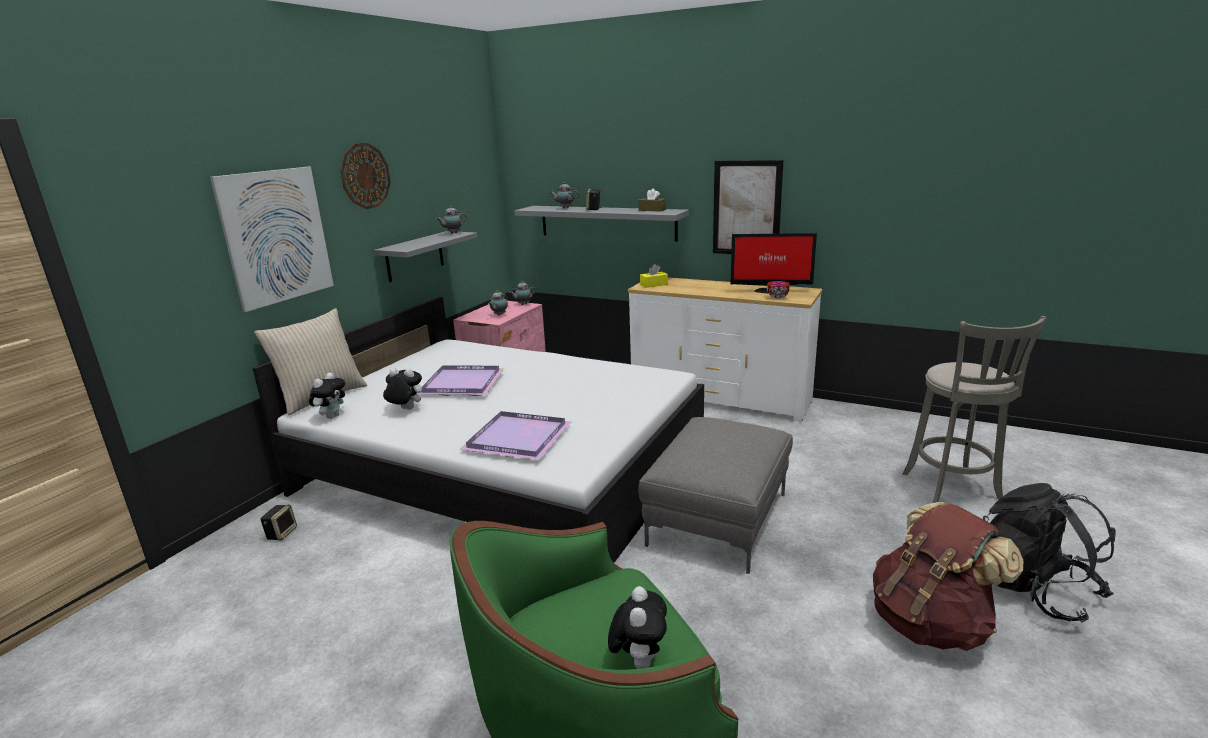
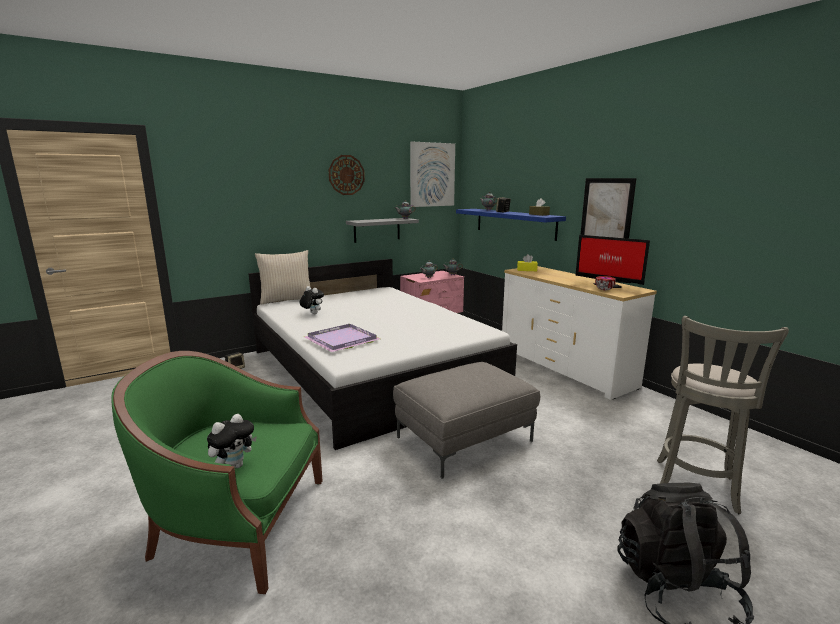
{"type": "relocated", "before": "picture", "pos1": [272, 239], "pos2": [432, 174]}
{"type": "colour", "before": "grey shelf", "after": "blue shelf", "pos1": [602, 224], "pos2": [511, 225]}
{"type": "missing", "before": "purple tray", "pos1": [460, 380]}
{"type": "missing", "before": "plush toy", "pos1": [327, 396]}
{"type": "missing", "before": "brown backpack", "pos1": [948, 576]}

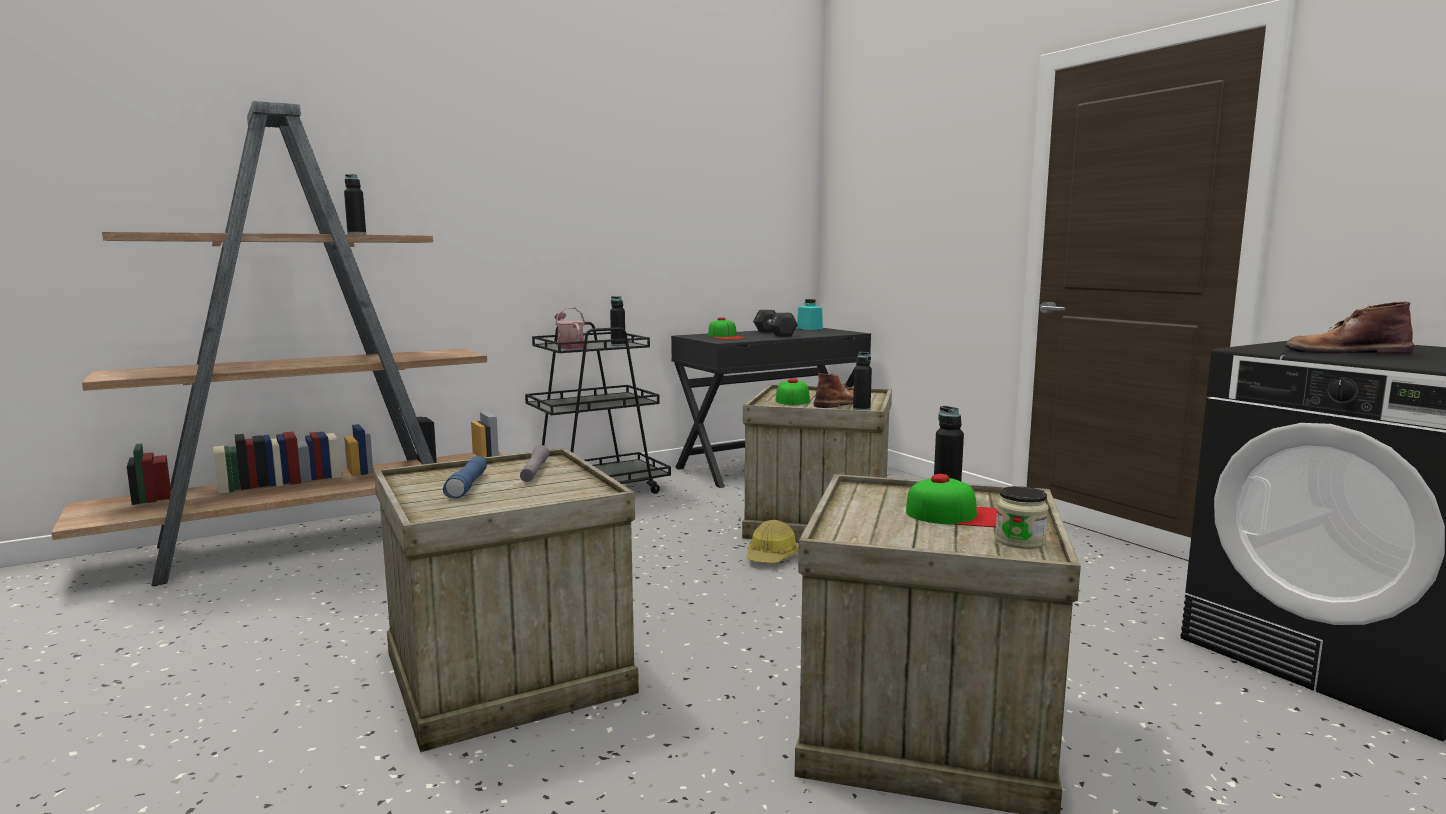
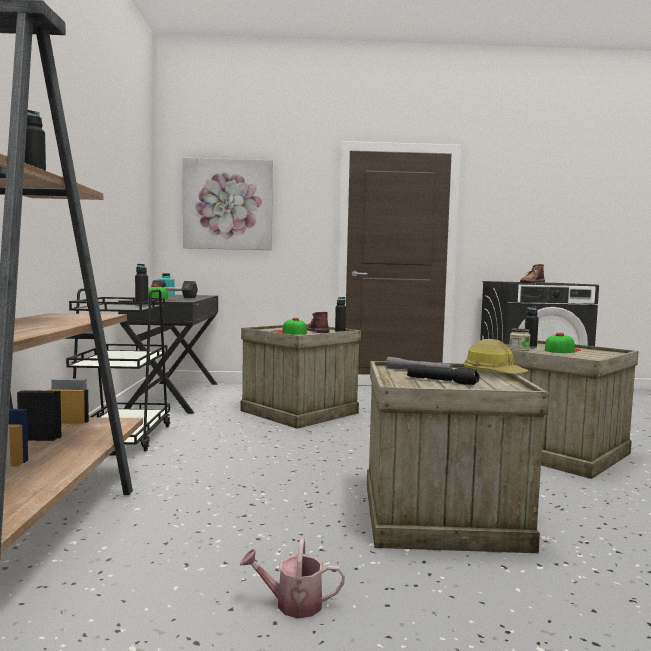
{"type": "relocated", "before": "watering can", "pos1": [569, 328], "pos2": [292, 578]}
{"type": "colour", "before": "blue flashlight", "after": "black flashlight", "pos1": [465, 477], "pos2": [443, 374]}
{"type": "relocated", "before": "jar", "pos1": [1022, 517], "pos2": [520, 339]}
{"type": "relocated", "before": "hard hat", "pos1": [772, 541], "pos2": [495, 356]}
{"type": "appeared", "after": "picture", "pos2": [228, 204]}

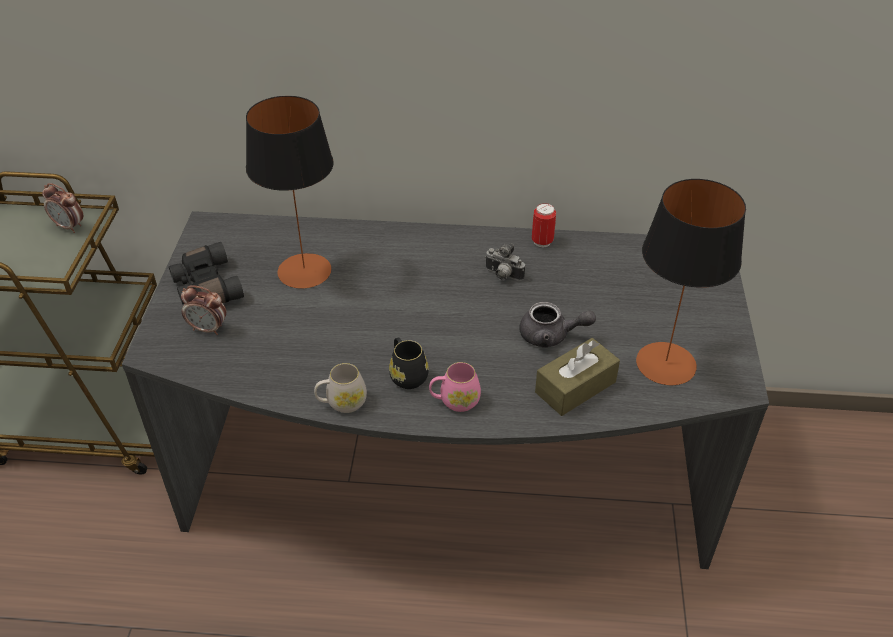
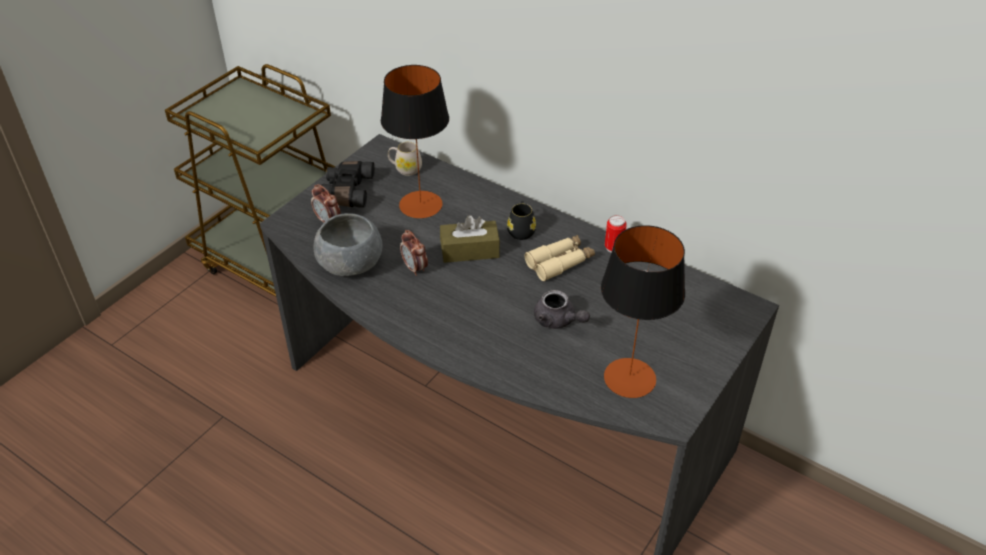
{"type": "relocated", "before": "alarm clock", "pos1": [62, 208], "pos2": [414, 253]}
{"type": "exchanged", "before": "photo camera", "after": "beige binoculars", "pos1": [505, 262], "pos2": [560, 258]}
{"type": "relocated", "before": "black mug", "pos1": [409, 363], "pos2": [521, 220]}
{"type": "relocated", "before": "brown tissue box", "pos1": [577, 377], "pos2": [470, 239]}
{"type": "missing", "before": "pink mug", "pos1": [455, 387]}
{"type": "relocated", "before": "white mug", "pos1": [340, 388], "pos2": [405, 159]}
{"type": "appeared", "after": "grey bowl", "pos2": [348, 244]}

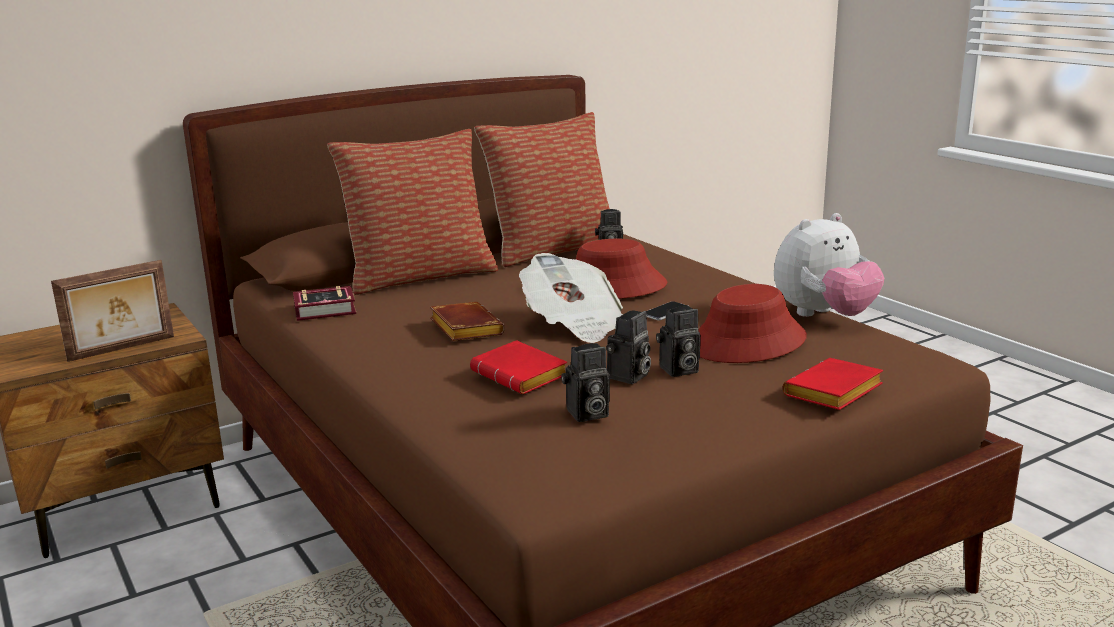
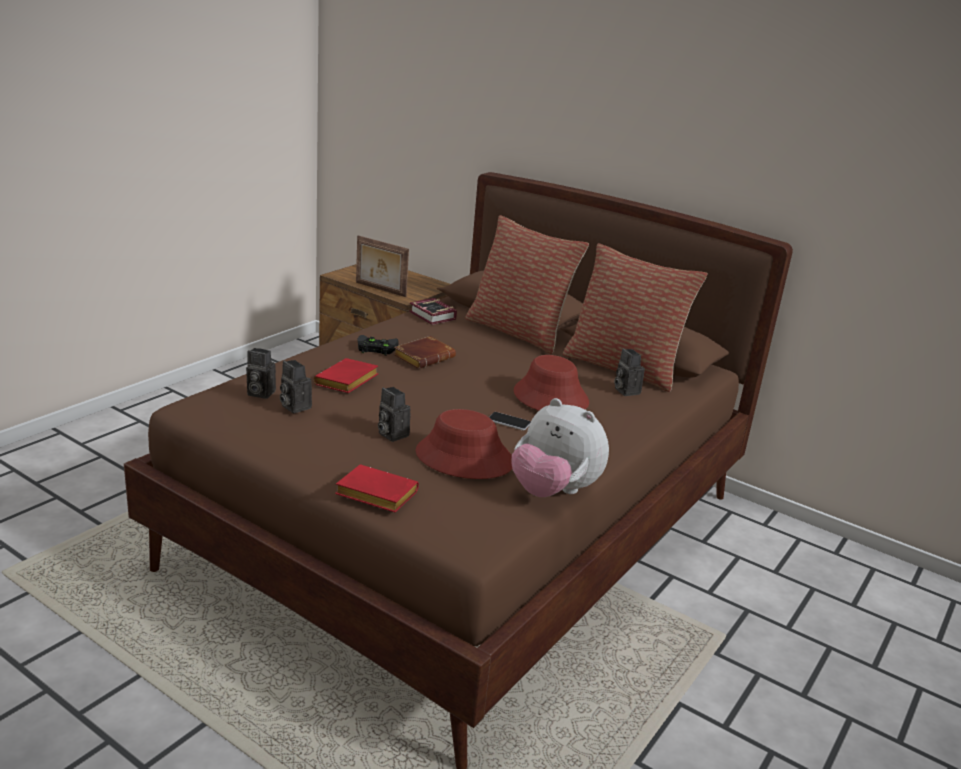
{"type": "missing", "before": "newspaper", "pos1": [571, 298]}
{"type": "relocated", "before": "photo camera", "pos1": [628, 347], "pos2": [261, 373]}
{"type": "appeared", "after": "black game controller", "pos2": [377, 345]}

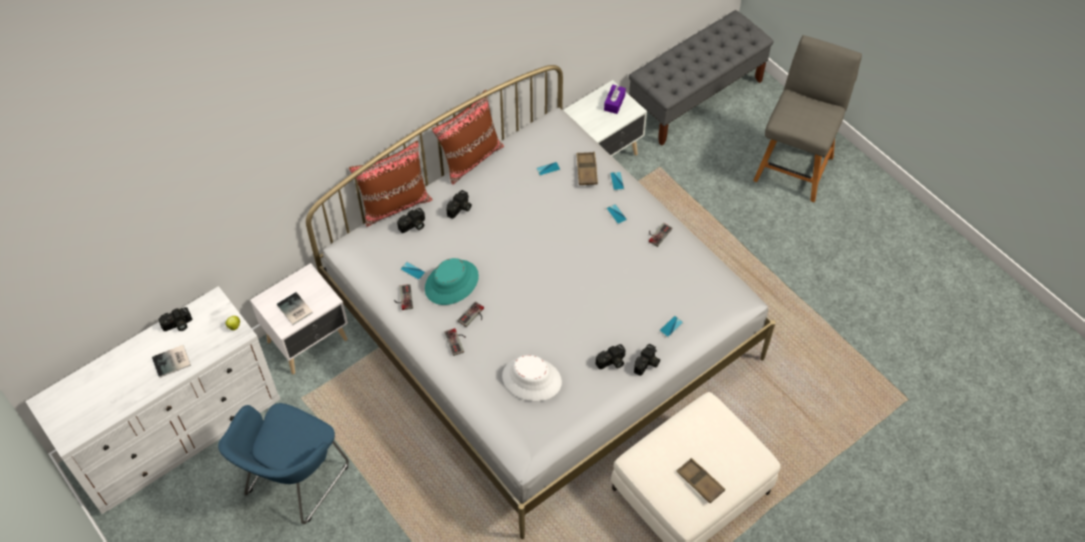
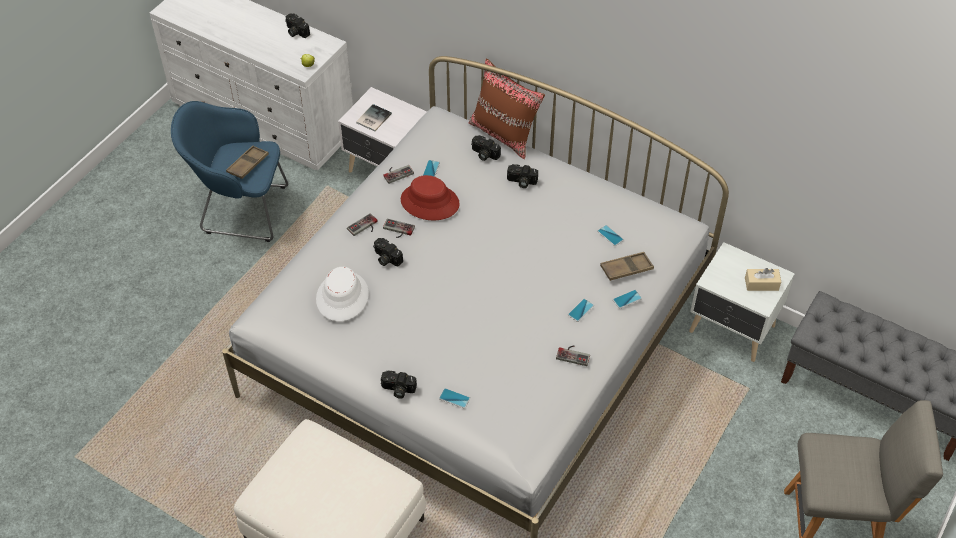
{"type": "colour", "before": "purple tissue box", "after": "beige tissue box", "pos1": [615, 99], "pos2": [763, 279]}
{"type": "missing", "before": "brown pillow", "pos1": [468, 137]}
{"type": "colour", "before": "turquoise hat", "after": "red hat", "pos1": [452, 281], "pos2": [430, 197]}
{"type": "relocated", "before": "photo camera", "pos1": [611, 356], "pos2": [388, 252]}
{"type": "missing", "before": "book", "pos1": [171, 361]}
{"type": "relocated", "before": "brown tray", "pos1": [701, 480], "pos2": [247, 162]}

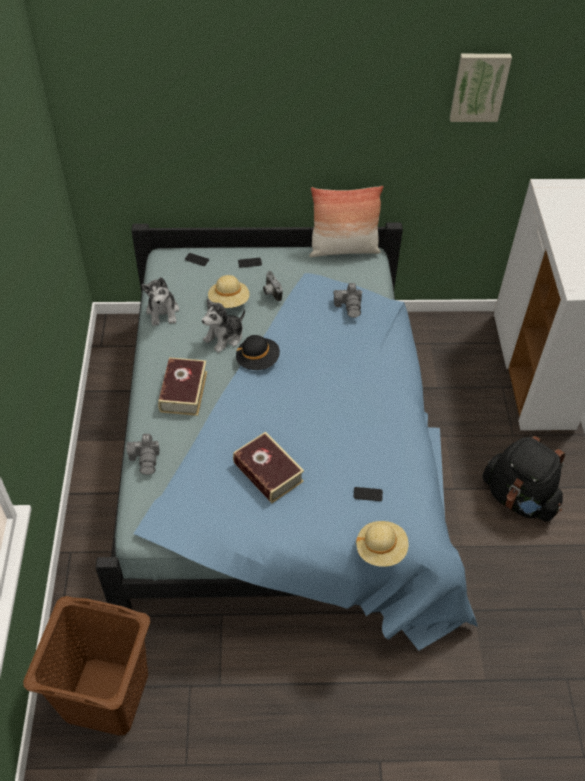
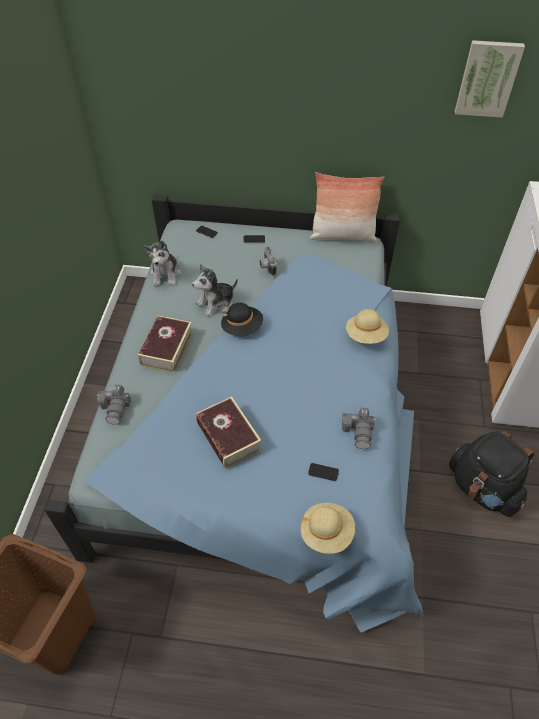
{"type": "relocated", "before": "beige hat", "pos1": [229, 291], "pos2": [367, 326]}
{"type": "relocated", "before": "photo camera", "pos1": [348, 300], "pos2": [359, 428]}

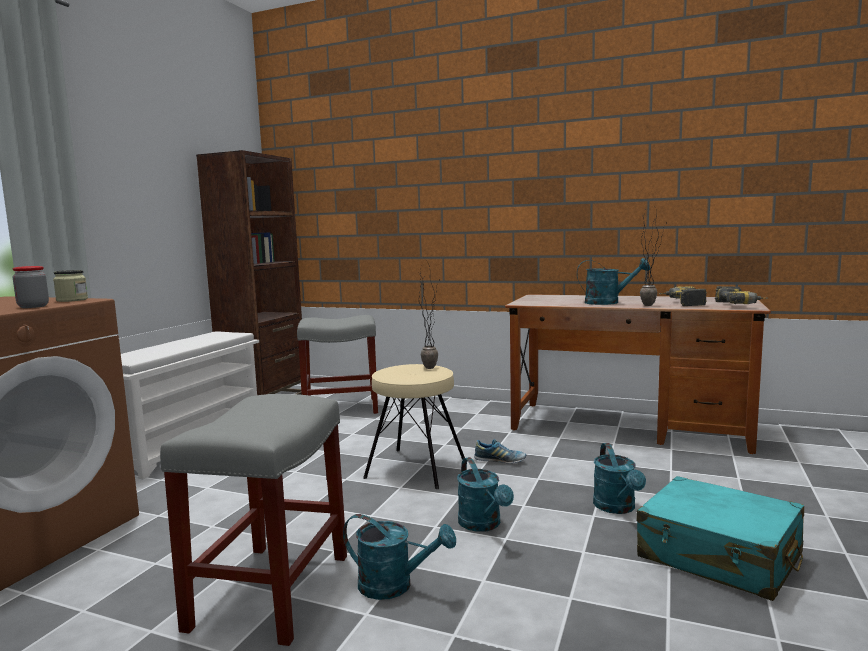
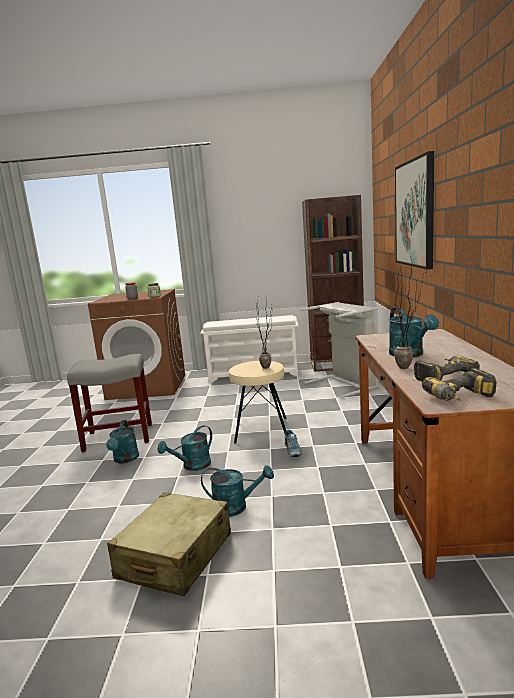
{"type": "exchanged", "before": "grey stool", "after": "grey laundry basket", "pos1": [337, 364], "pos2": [339, 350]}
{"type": "spun", "before": "turquoise watering can", "pos1": [619, 478], "pos2": [237, 491], "turn": -150}
{"type": "colour", "before": "turquoise suitcase", "after": "beige suitcase", "pos1": [720, 538], "pos2": [169, 544]}
{"type": "appeared", "after": "picture", "pos2": [414, 210]}

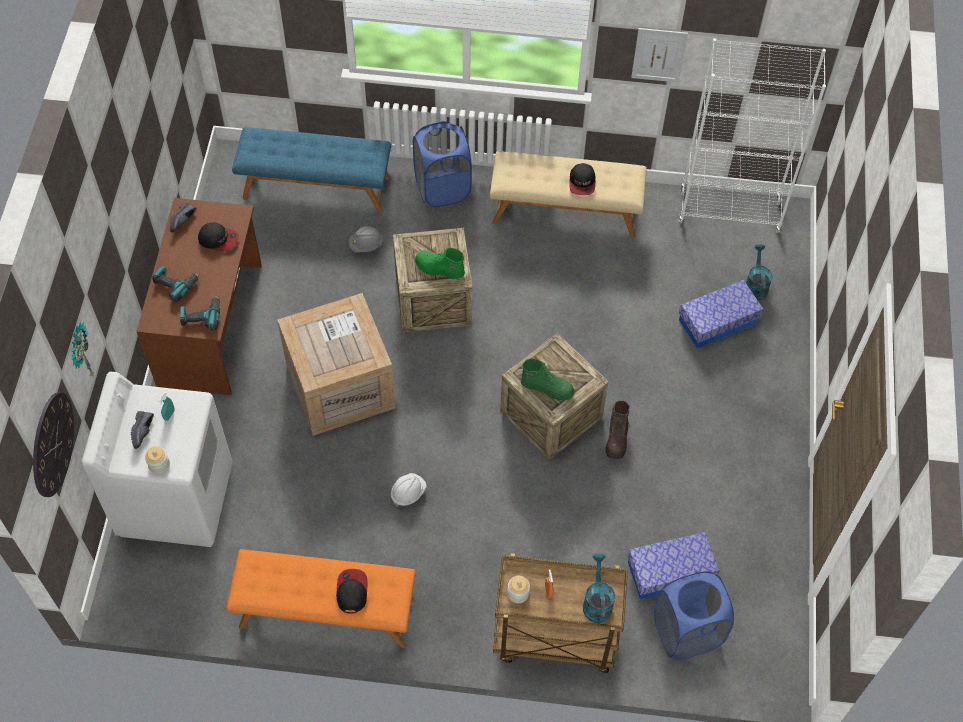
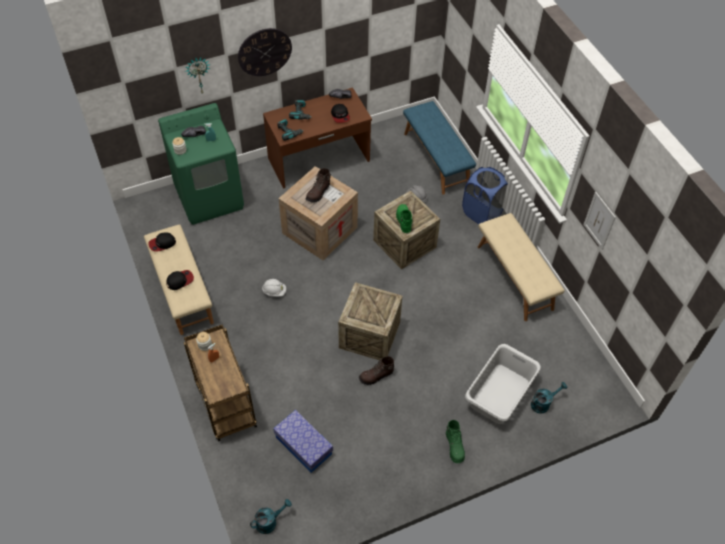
{"type": "missing", "before": "white bookcase", "pos1": [752, 135]}
{"type": "relocated", "before": "cap", "pos1": [582, 179], "pos2": [162, 242]}
{"type": "exchanged", "before": "storage box", "after": "grey laundry basket", "pos1": [721, 314], "pos2": [503, 384]}
{"type": "relocated", "before": "green boot", "pos1": [547, 379], "pos2": [455, 441]}
{"type": "colour", "before": "white washing machine", "after": "green washing machine", "pos1": [157, 459], "pos2": [201, 164]}
{"type": "relocated", "before": "wall clock", "pos1": [53, 444], "pos2": [265, 52]}
{"type": "colour", "before": "orange bench", "after": "beige bench", "pos1": [321, 598], "pos2": [179, 279]}
{"type": "relocated", "before": "turquoise watering can", "pos1": [599, 588], "pos2": [271, 516]}
{"type": "missing", "before": "blue laundry basket", "pos1": [694, 615]}
{"type": "appeared", "after": "brown boot", "pos2": [318, 185]}

